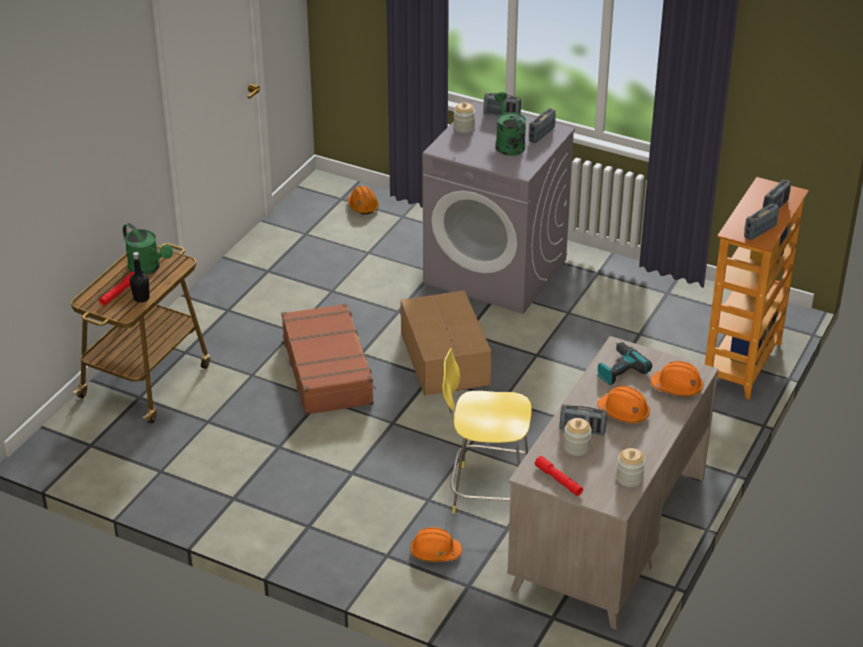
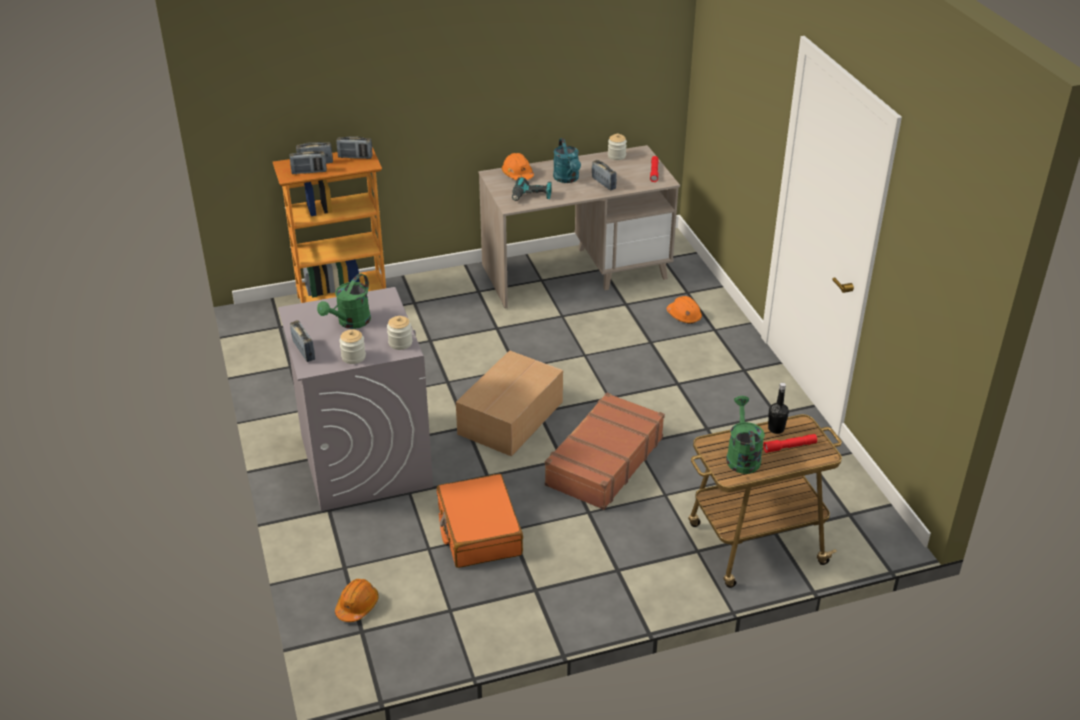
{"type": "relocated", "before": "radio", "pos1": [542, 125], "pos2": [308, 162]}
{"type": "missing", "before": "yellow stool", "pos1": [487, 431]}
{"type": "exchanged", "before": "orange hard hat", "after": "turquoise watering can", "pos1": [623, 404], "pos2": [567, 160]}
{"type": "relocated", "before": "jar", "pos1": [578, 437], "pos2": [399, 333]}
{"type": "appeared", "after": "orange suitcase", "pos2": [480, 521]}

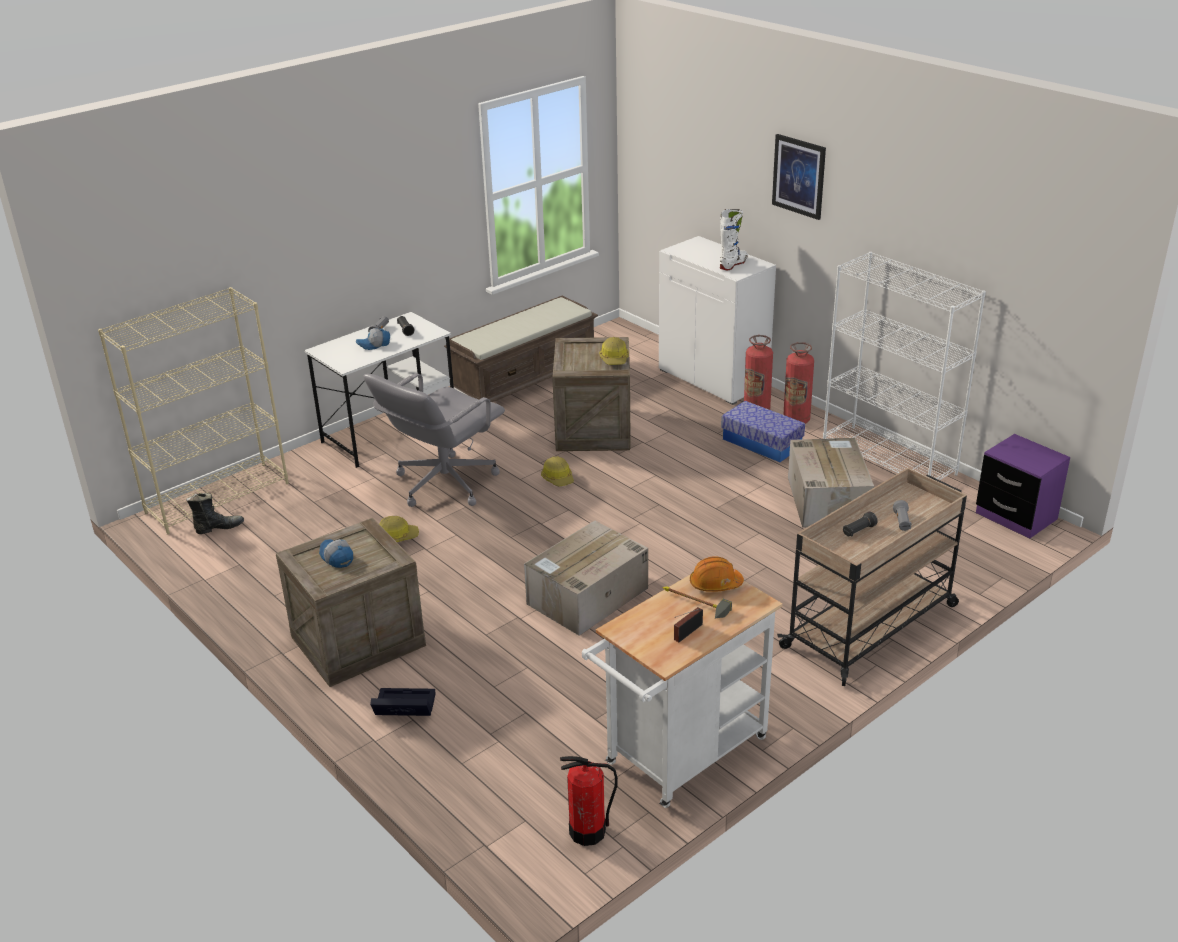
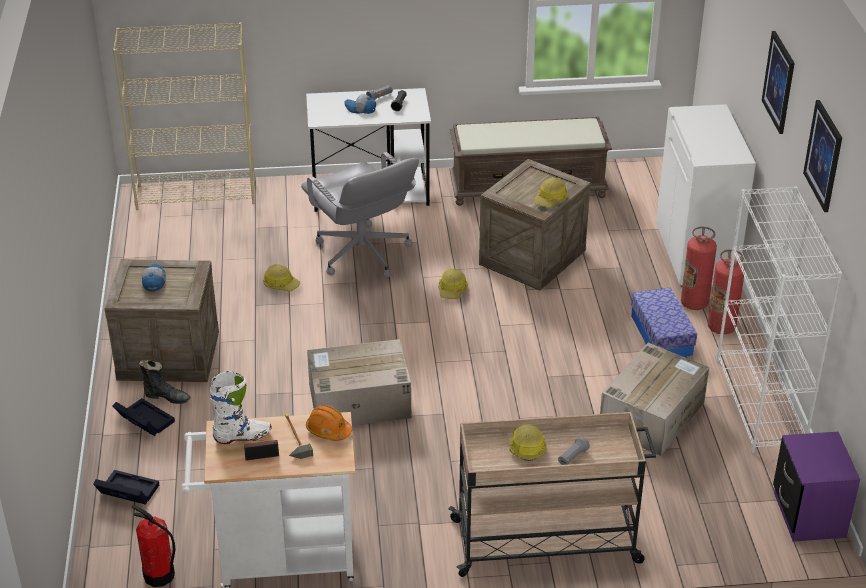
{"type": "relocated", "before": "white boot", "pos1": [734, 239], "pos2": [241, 407]}
{"type": "spun", "before": "grey office chair", "pos1": [434, 440], "pos2": [360, 214], "turn": -105}
{"type": "relocated", "before": "black boot", "pos1": [215, 513], "pos2": [164, 382]}
{"type": "exchanged", "before": "black flashlight", "after": "hard hat", "pos1": [860, 524], "pos2": [528, 442]}
{"type": "appeared", "after": "picture", "pos2": [822, 156]}
{"type": "appeared", "after": "black storage box", "pos2": [126, 487]}

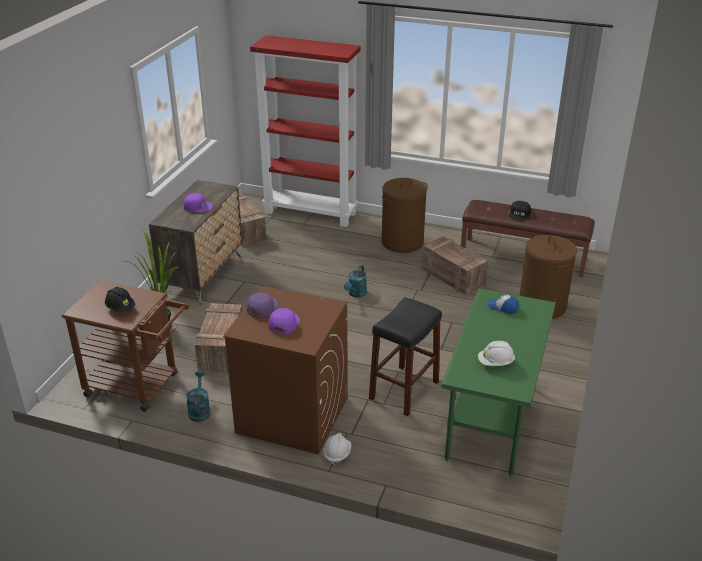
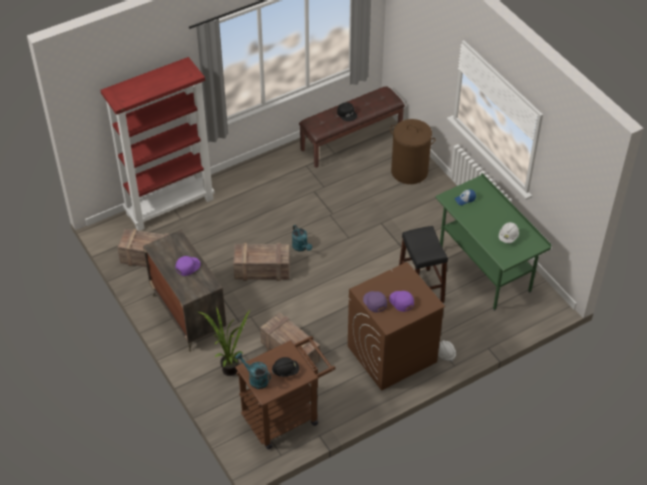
{"type": "missing", "before": "brown laundry basket", "pos1": [405, 215]}
{"type": "relocated", "before": "crate", "pos1": [455, 265], "pos2": [261, 262]}
{"type": "relocated", "before": "turquoise watering can", "pos1": [198, 396], "pos2": [253, 370]}

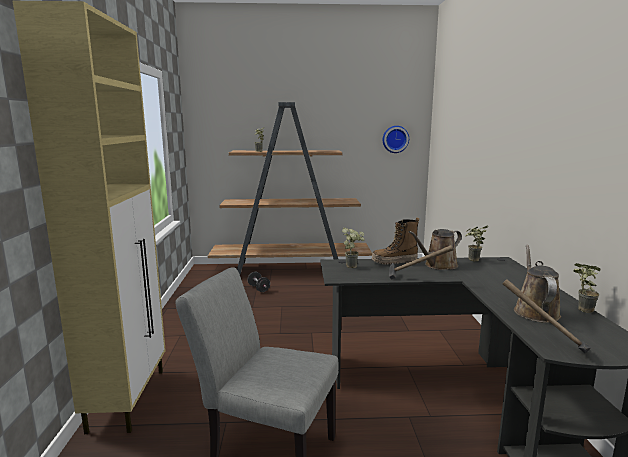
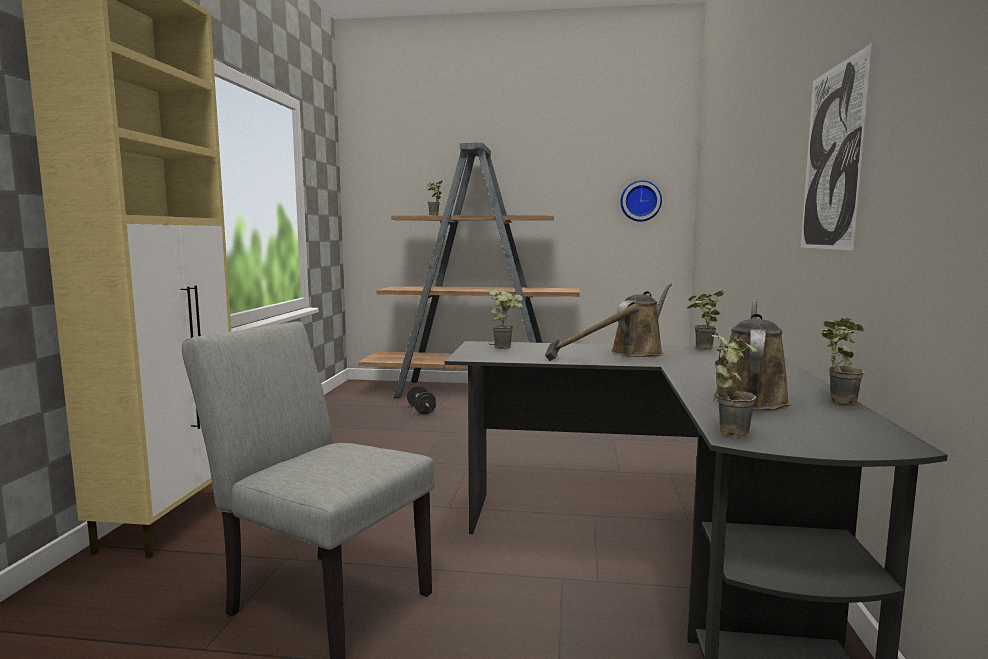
{"type": "missing", "before": "boot", "pos1": [395, 241]}
{"type": "spun", "before": "brown watering can", "pos1": [435, 249], "pos2": [641, 320], "turn": 150}
{"type": "exchanged", "before": "hammer", "after": "potted plant", "pos1": [547, 316], "pos2": [734, 384]}
{"type": "appeared", "after": "picture", "pos2": [836, 147]}

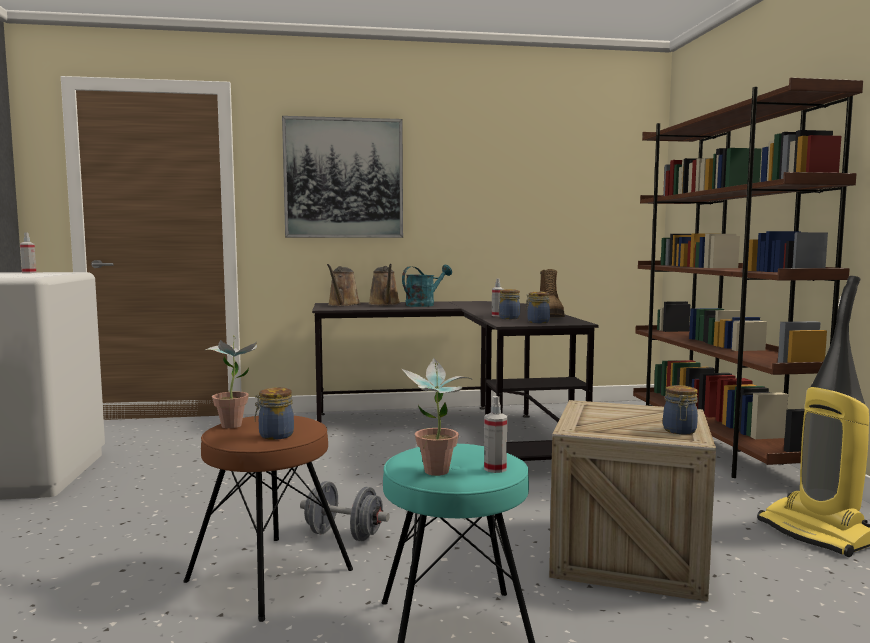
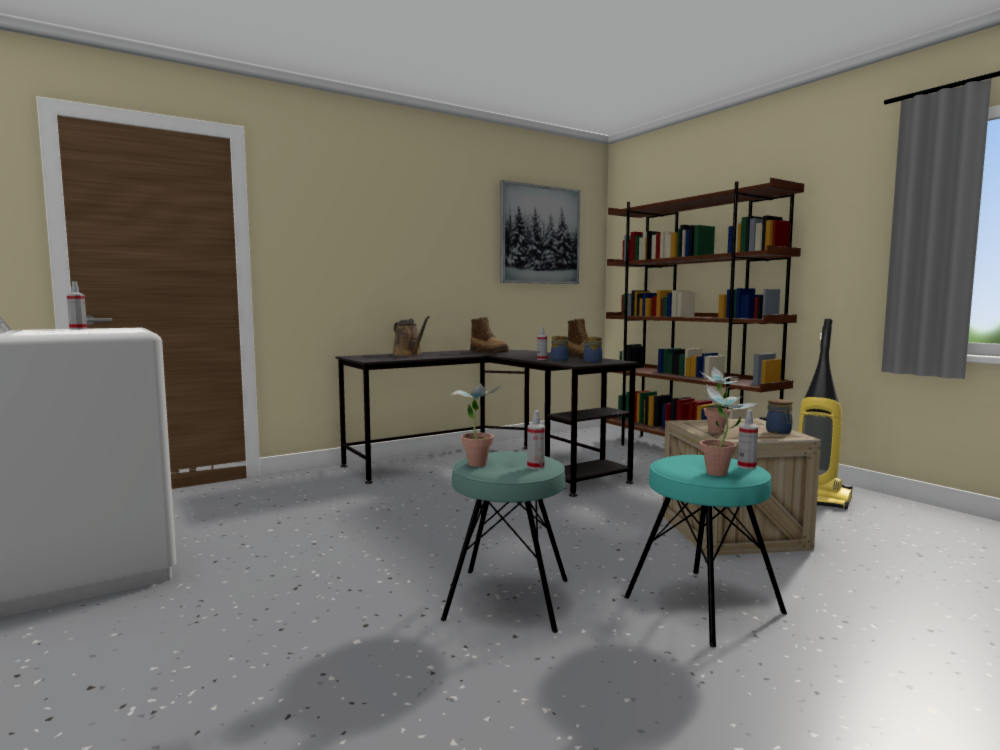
{"type": "relocated", "before": "picture", "pos1": [342, 177], "pos2": [540, 232]}
{"type": "missing", "before": "brown watering can", "pos1": [344, 285]}
{"type": "missing", "before": "turquoise watering can", "pos1": [427, 286]}
{"type": "exchanged", "before": "jar", "after": "spray bottle", "pos1": [274, 413], "pos2": [536, 439]}
{"type": "colour", "before": "brown stool", "after": "turquoise stool", "pos1": [268, 519], "pos2": [504, 542]}
{"type": "missing", "before": "grey dumbbell", "pos1": [345, 511]}
{"type": "appeared", "after": "boot", "pos2": [489, 335]}
{"type": "appeared", "after": "potted plant", "pos2": [719, 399]}

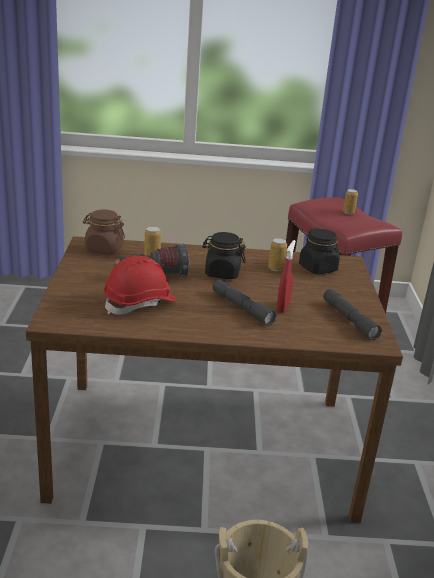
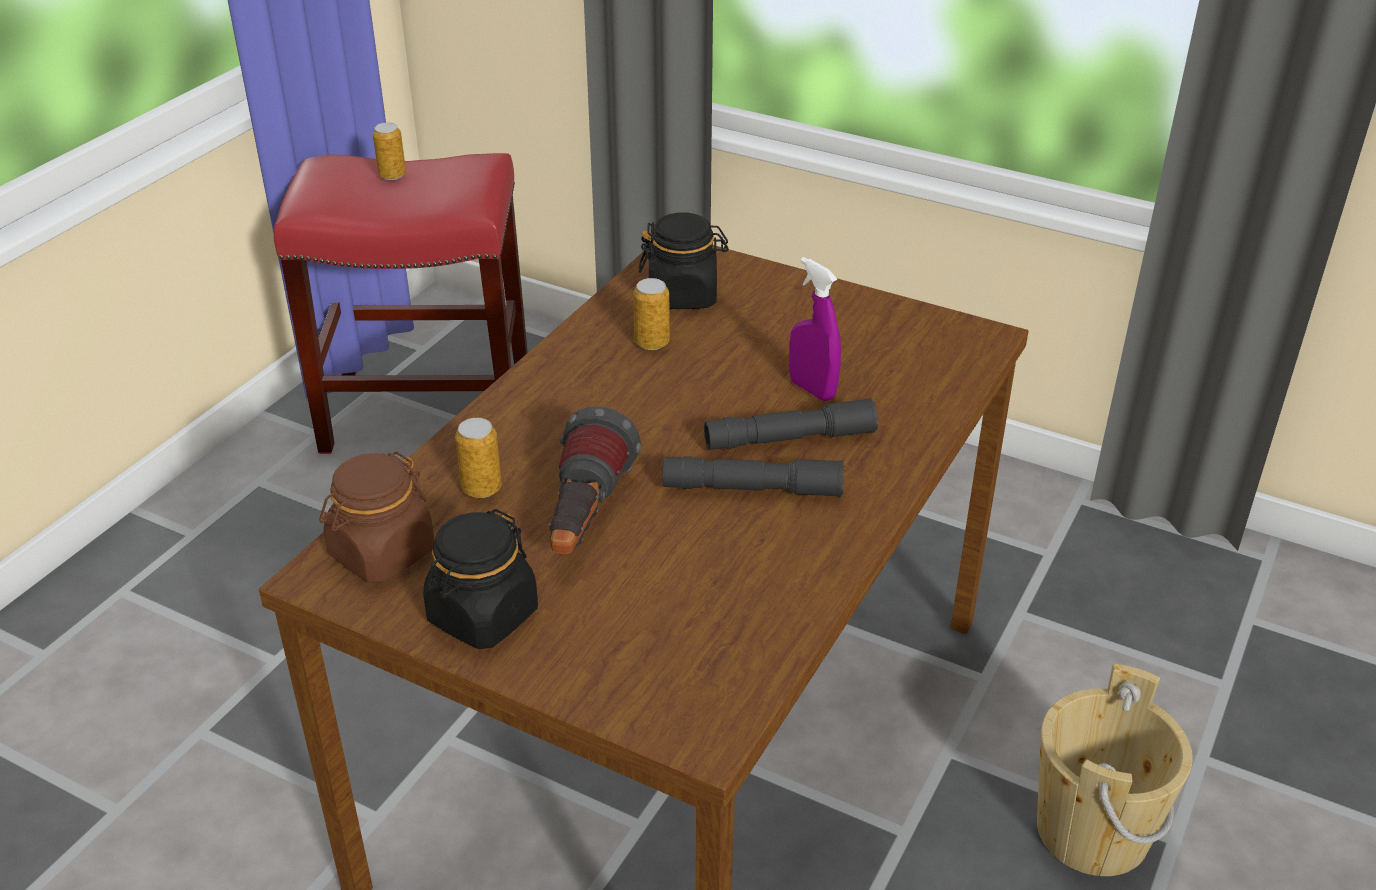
{"type": "relocated", "before": "black jar", "pos1": [224, 255], "pos2": [480, 579]}
{"type": "colour", "before": "red spray bottle", "after": "purple spray bottle", "pos1": [286, 276], "pos2": [815, 329]}
{"type": "missing", "before": "red hard hat", "pos1": [140, 285]}
{"type": "relocated", "before": "grey flashlight", "pos1": [352, 315], "pos2": [753, 476]}

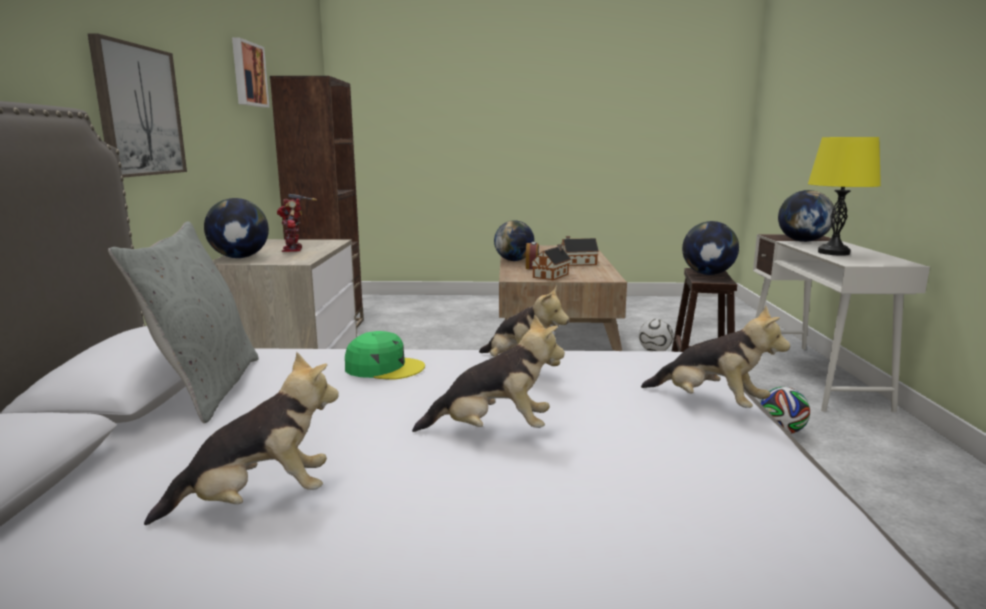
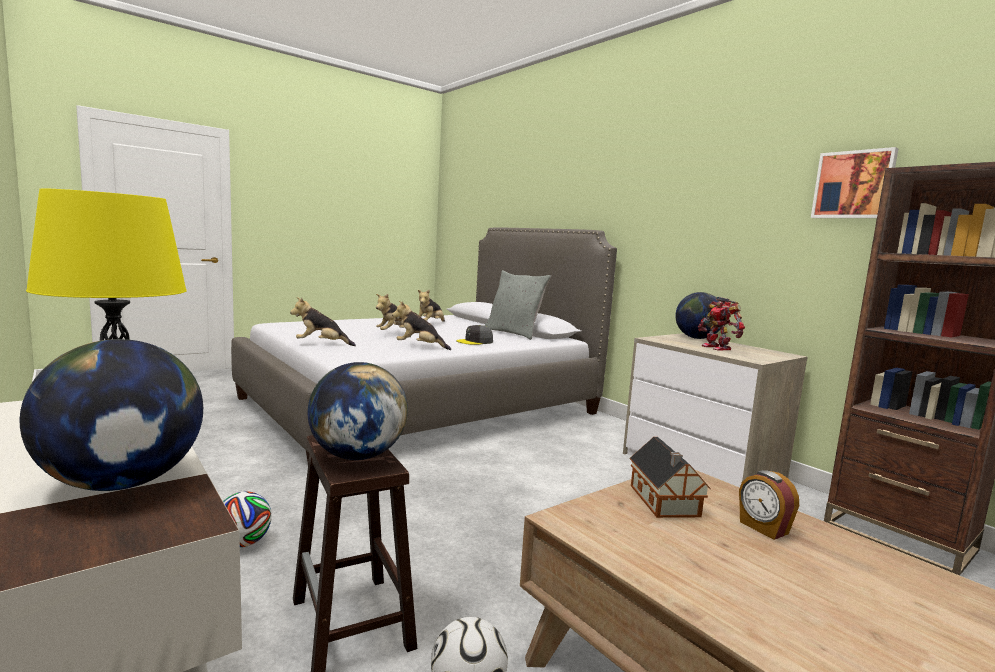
{"type": "missing", "before": "picture", "pos1": [137, 105]}
{"type": "spun", "before": "toy robot", "pos1": [297, 223], "pos2": [721, 323], "turn": -150}
{"type": "missing", "before": "globe", "pos1": [514, 240]}
{"type": "missing", "before": "toy house", "pos1": [580, 251]}
{"type": "colour", "before": "green cap", "after": "grey cap", "pos1": [385, 355], "pos2": [474, 335]}

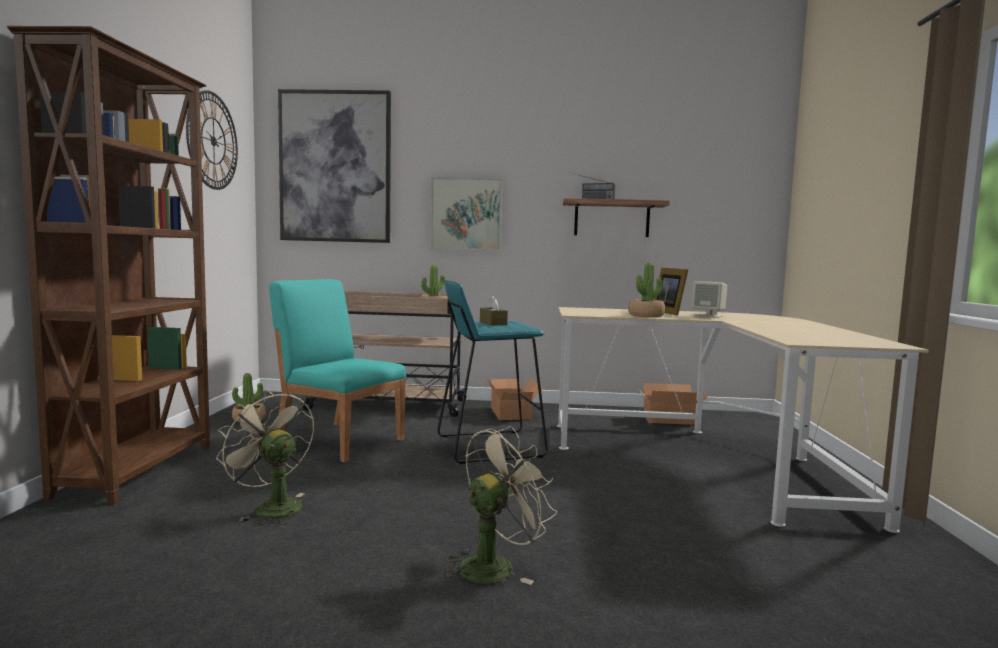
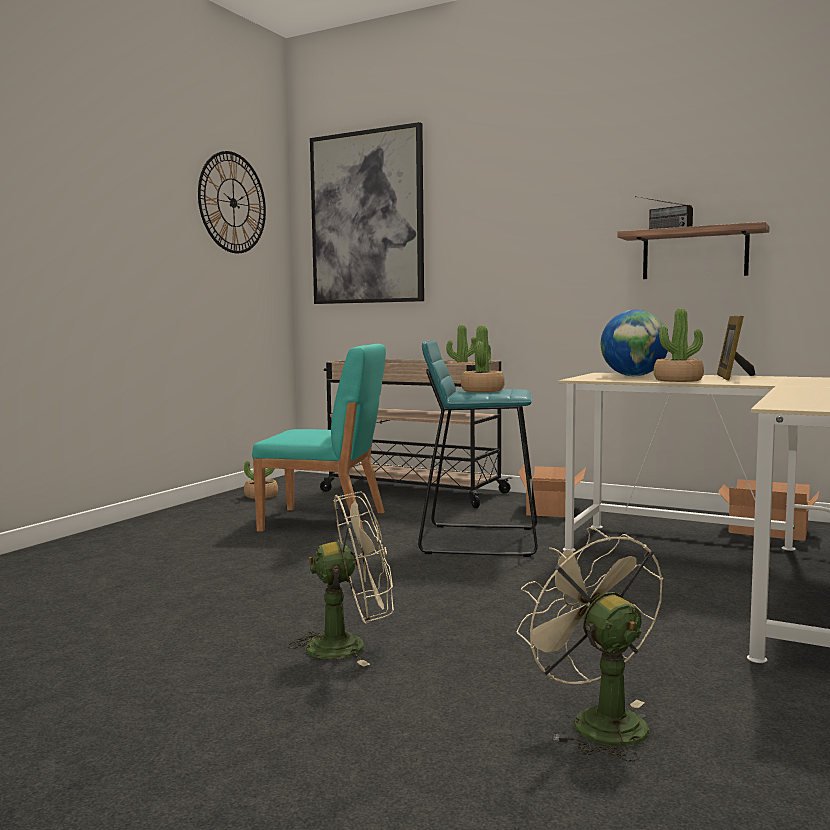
{"type": "missing", "before": "brown bookcase", "pos1": [108, 265]}
{"type": "missing", "before": "picture", "pos1": [466, 214]}
{"type": "spun", "before": "turquoise chair", "pos1": [337, 371], "pos2": [319, 438], "turn": 135}
{"type": "missing", "before": "beige speaker", "pos1": [709, 299]}
{"type": "exchanged", "before": "brown tissue box", "after": "potted plant", "pos1": [494, 310], "pos2": [483, 358]}
{"type": "relocated", "before": "beige fan", "pos1": [265, 457], "pos2": [590, 644]}
{"type": "appeared", "after": "globe", "pos2": [635, 342]}

